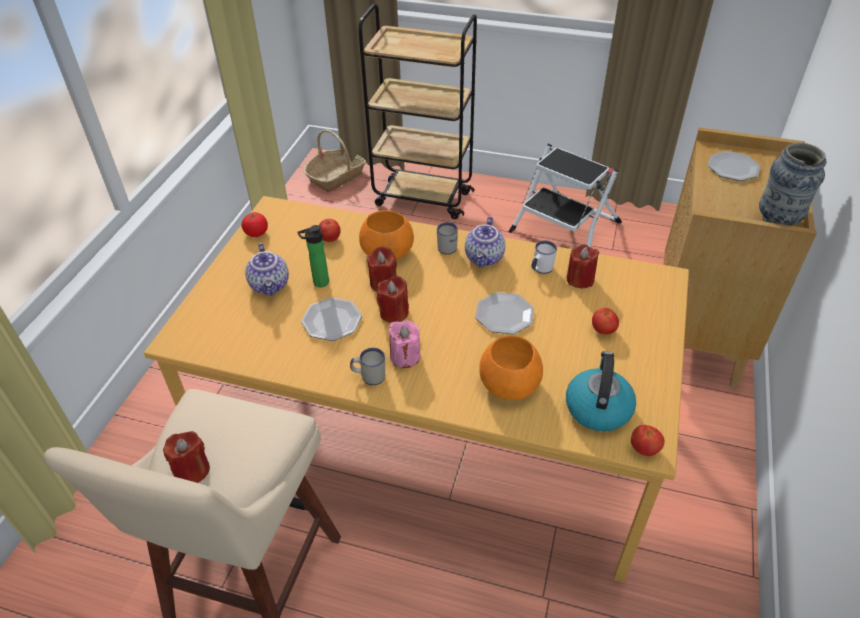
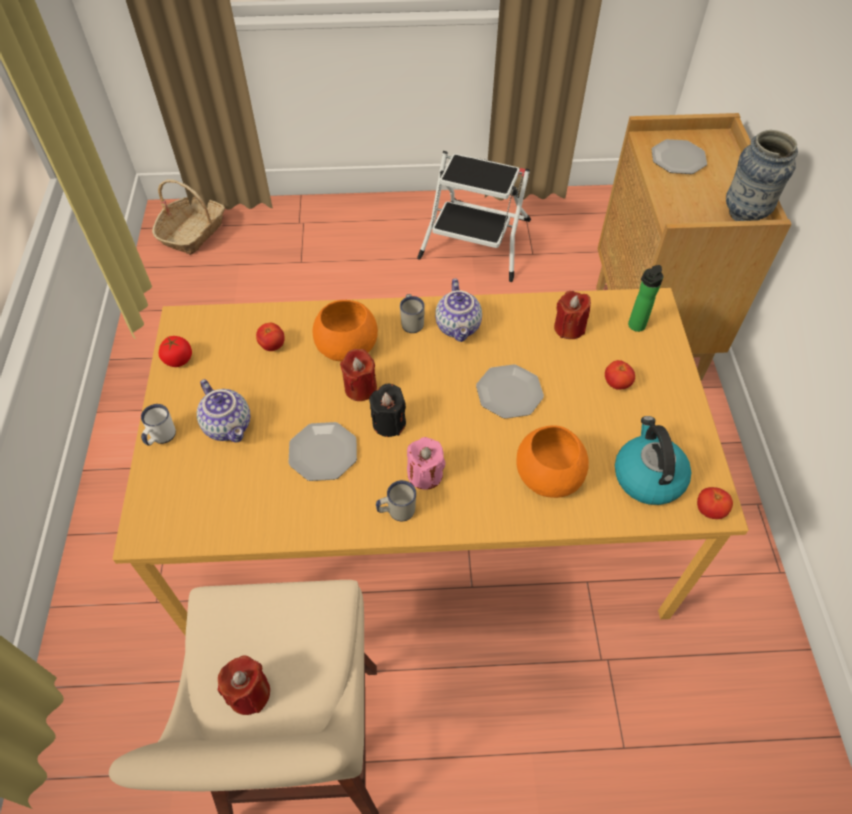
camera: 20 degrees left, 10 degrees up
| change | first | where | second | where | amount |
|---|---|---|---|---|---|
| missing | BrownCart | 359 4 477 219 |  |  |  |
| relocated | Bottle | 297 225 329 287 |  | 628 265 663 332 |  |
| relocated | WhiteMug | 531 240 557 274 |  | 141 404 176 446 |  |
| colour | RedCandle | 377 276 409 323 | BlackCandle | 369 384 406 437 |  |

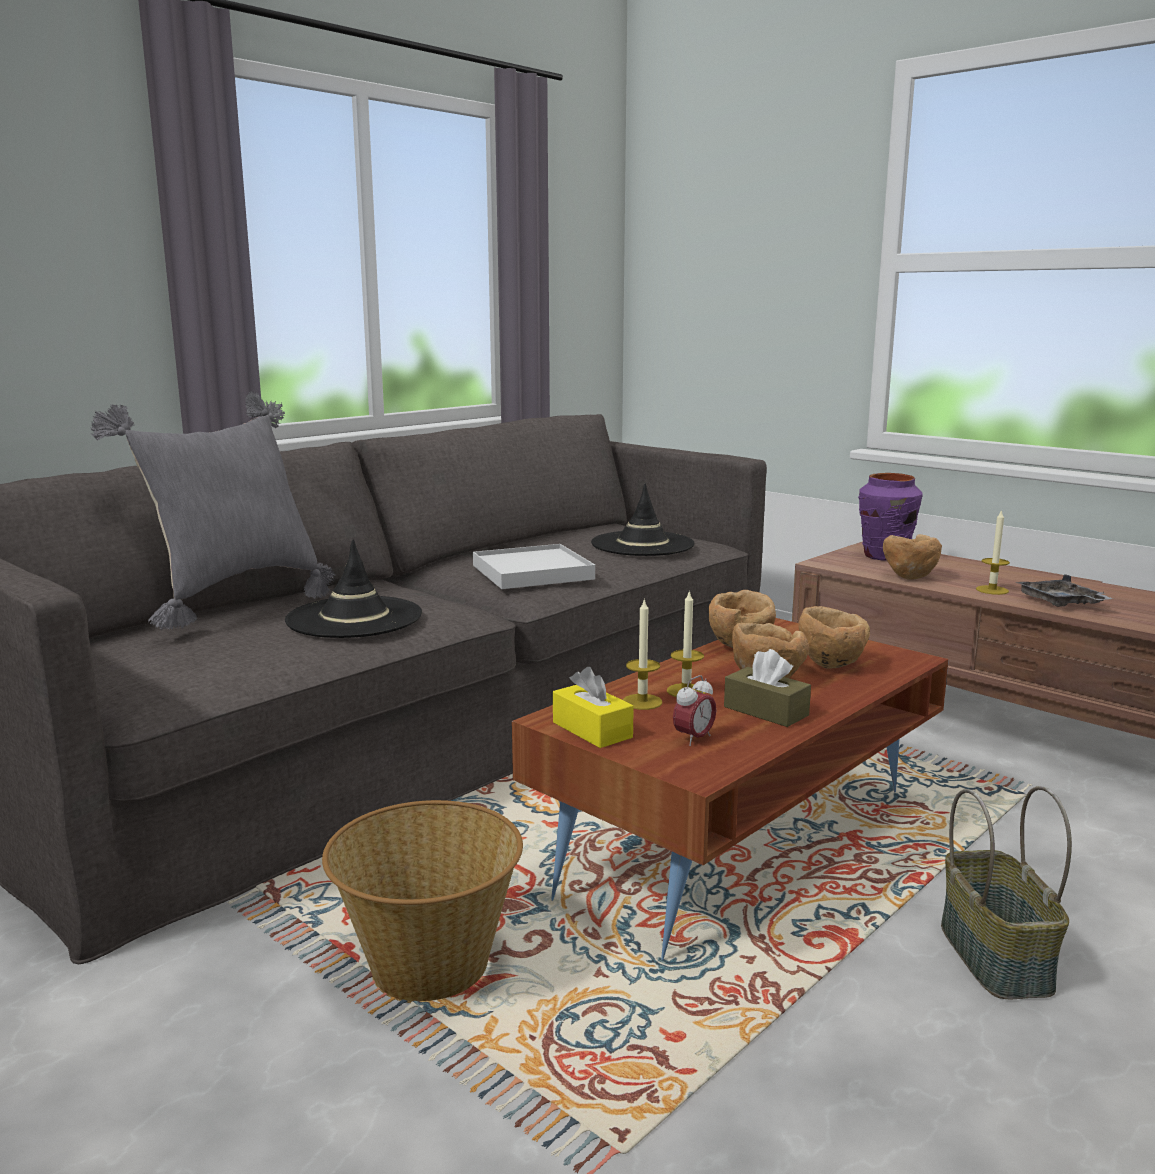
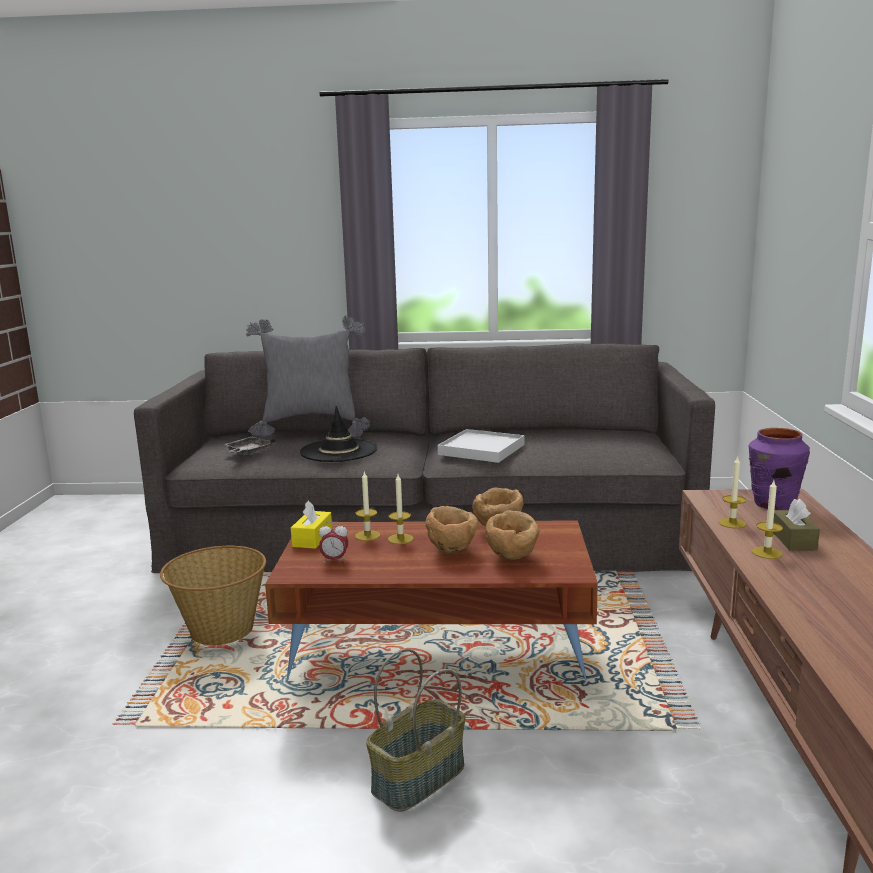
camera: 50 degrees right, 0 degrees up
| change | first | where | second | where | amount |
|---|---|---|---|---|---|
| missing | BlackHat | 591 483 694 556 |  |  |  |
| relocated | BrownTissueBox | 724 649 811 727 |  | 773 499 820 550 |  |
| relocated | GreyTray | 1016 574 1113 607 |  | 222 437 276 455 |  |
| exchanged | BrownBowl | 883 534 942 580 | Candle | 719 455 746 529 |  |

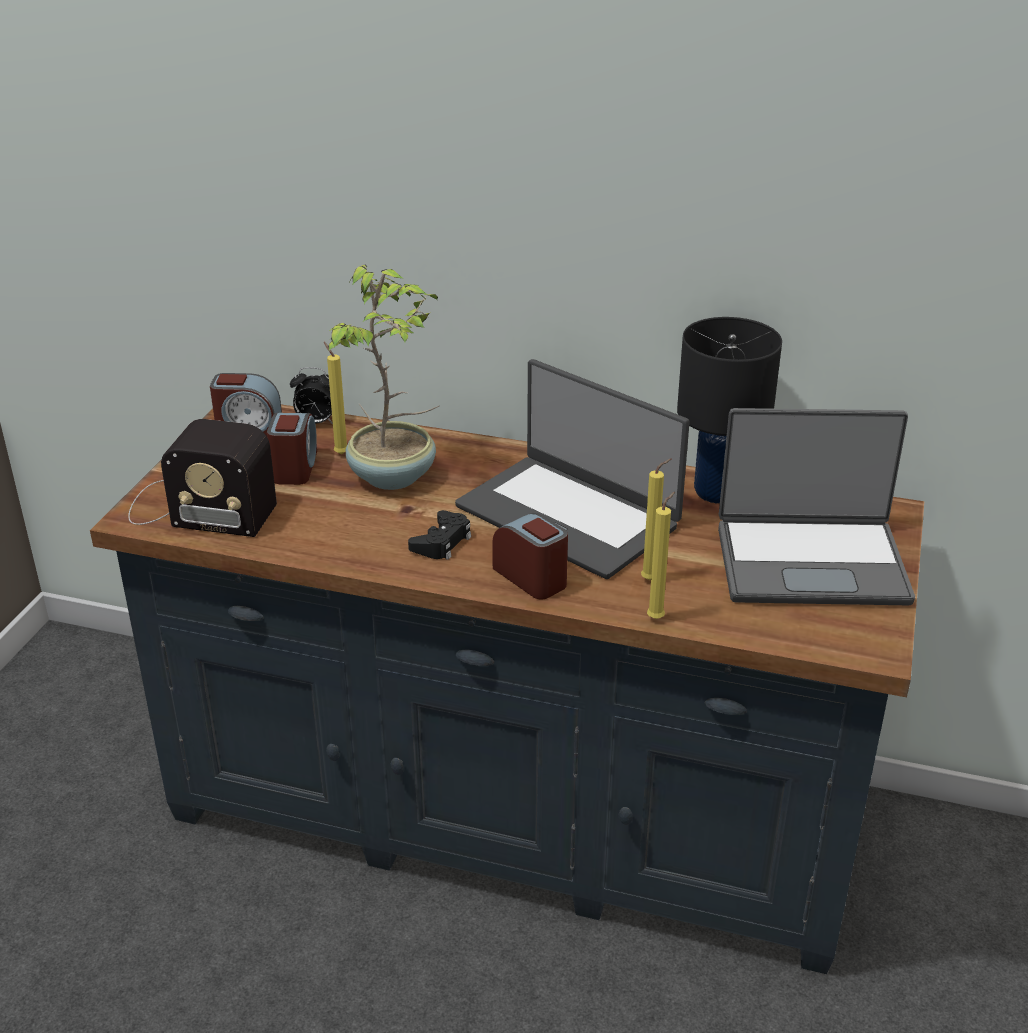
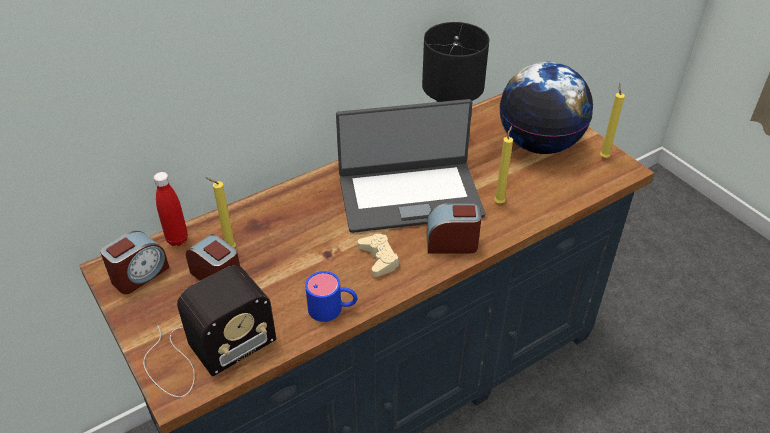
camera: 50 degrees left, 10 degrees up
| change | first | where | second | where | amount |
|---|---|---|---|---|---|
| missing | PottedPlant | 327 264 439 490 |  |  |  |
| appeared |  |  | BlueMug | 305 271 357 322 |  |
| relocated | YellowCandle | 647 492 675 619 |  | 600 82 625 158 |  |
| exchanged | AlarmClock | 290 367 333 424 | RedBottle | 154 172 188 246 |  |
| exchanged | Laptop | 718 408 915 605 | Globe | 499 62 593 154 |  |
| colour | BlackGameController | 408 510 471 560 | BeigeGameController | 358 234 399 277 |  |

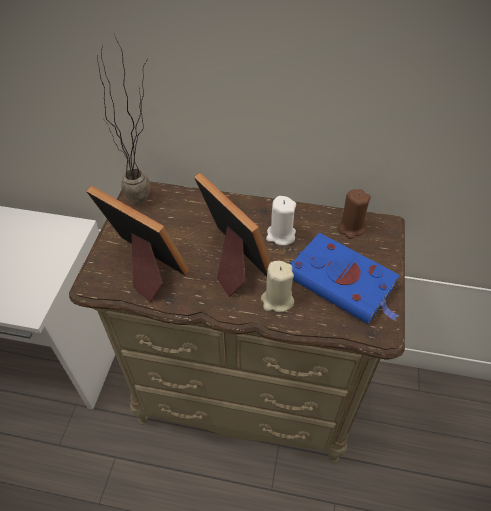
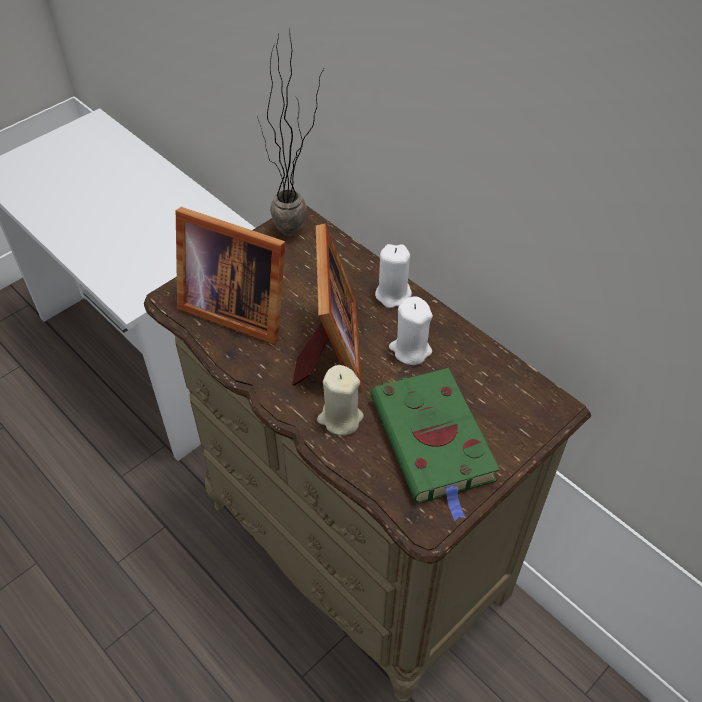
camera: 35 degrees right, 0 degrees up
| change | first | where | second | where | amount |
|---|---|---|---|---|---|
| missing | BrownCandle | 338 189 371 239 |  |  |  |
| appeared |  |  | WhiteCandle | 375 244 412 308 |  |
| colour | BlueBook | 290 233 400 324 | GreenBook | 371 368 500 521 |  |
| spun | PictureFrame | 86 185 189 302 |  | 176 207 286 345 | 135 degrees clockwise |

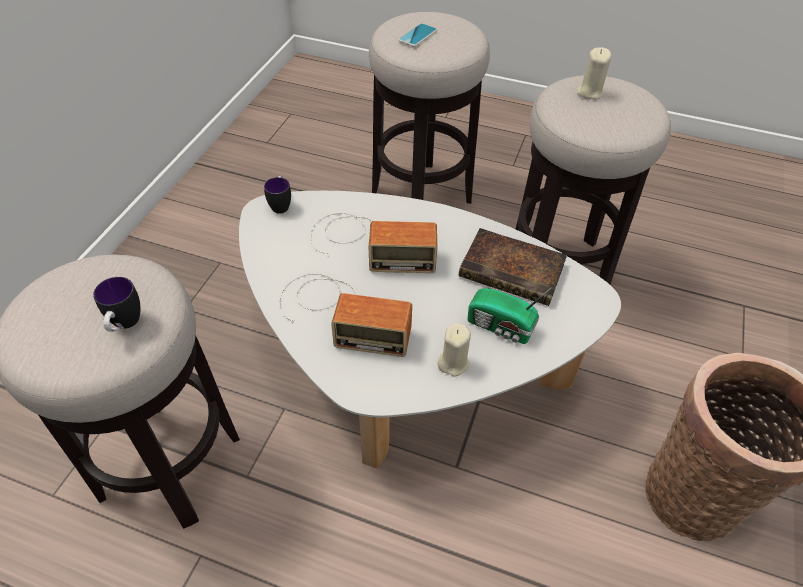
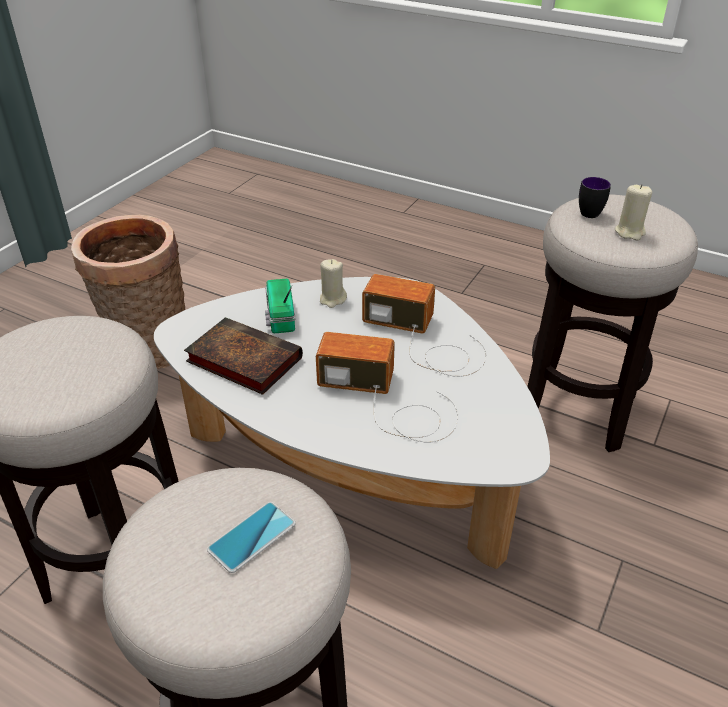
camera: 170 degrees left, 10 degrees down
| change | first | where | second | where | amount |
|---|---|---|---|---|---|
| missing | Mug | 264 176 291 214 |  |  |  |
| relocated | BeigeCandle | 577 48 612 100 |  | 615 184 652 240 |  |
| spun | Radio | 468 287 552 344 |  | 265 279 295 334 | 135 degrees counterclockwise |

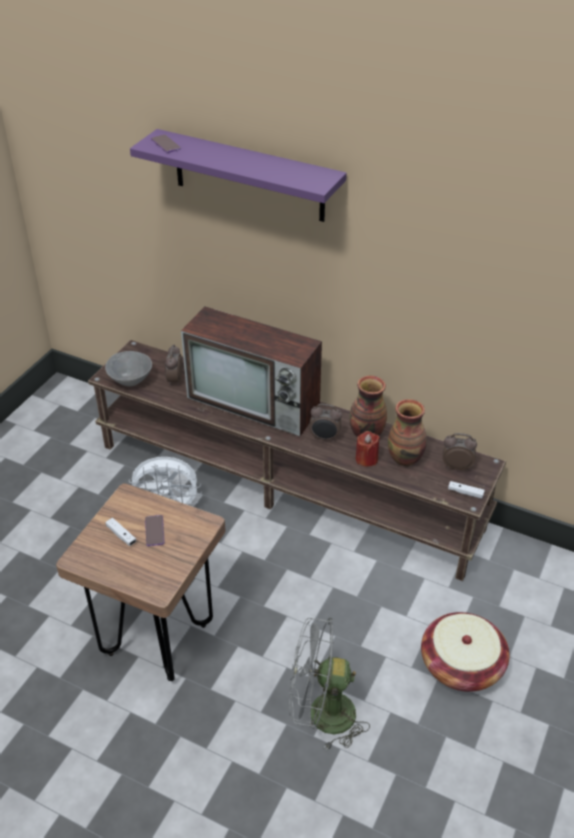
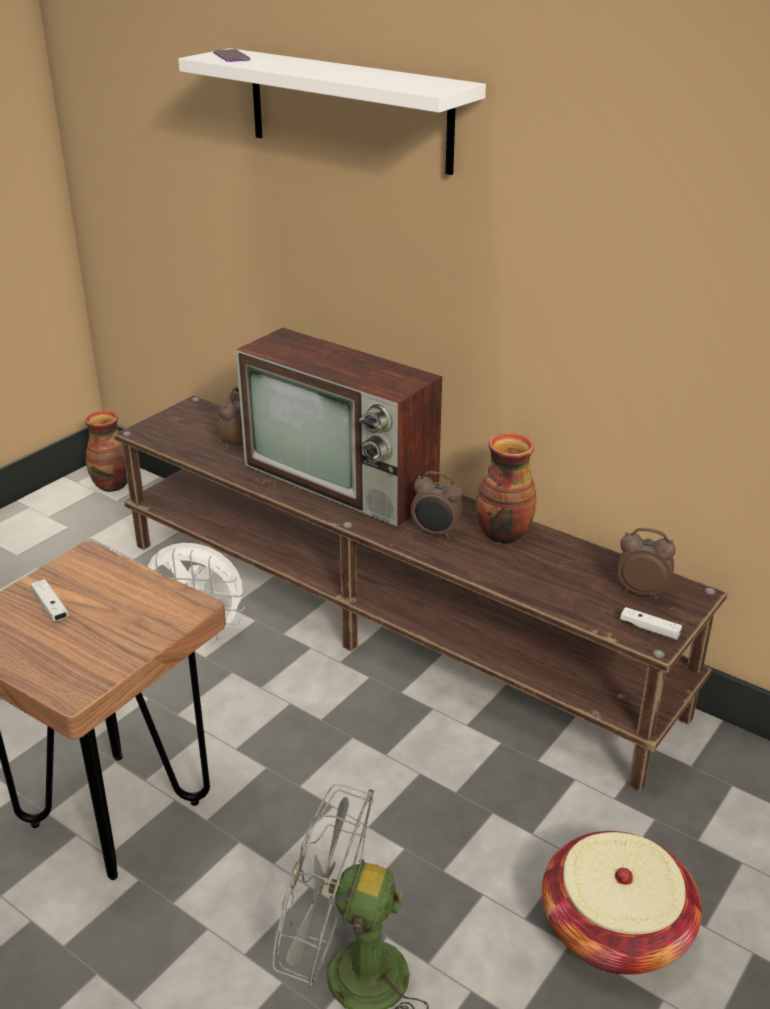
camera: 10 degrees right, 10 degrees down
| change | first | where | second | where | amount |
|---|---|---|---|---|---|
| missing | GreyBowl | 105 351 152 386 |  |  |  |
| missing | Phone | 145 515 165 546 |  |  |  |
| missing | RedCandle | 356 431 380 467 |  |  |  |
| relocated | Vase | 388 399 427 467 |  | 85 411 128 492 |  |
| colour | PurpleShelf | 130 129 347 222 | WhiteShelf | 178 48 486 175 |  |

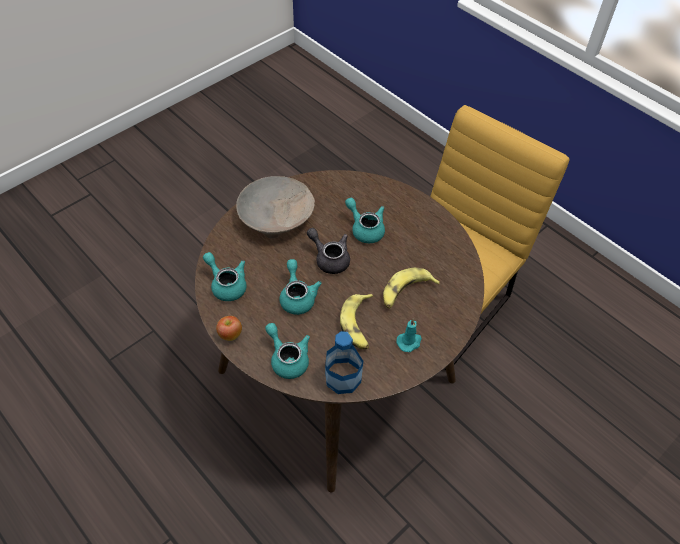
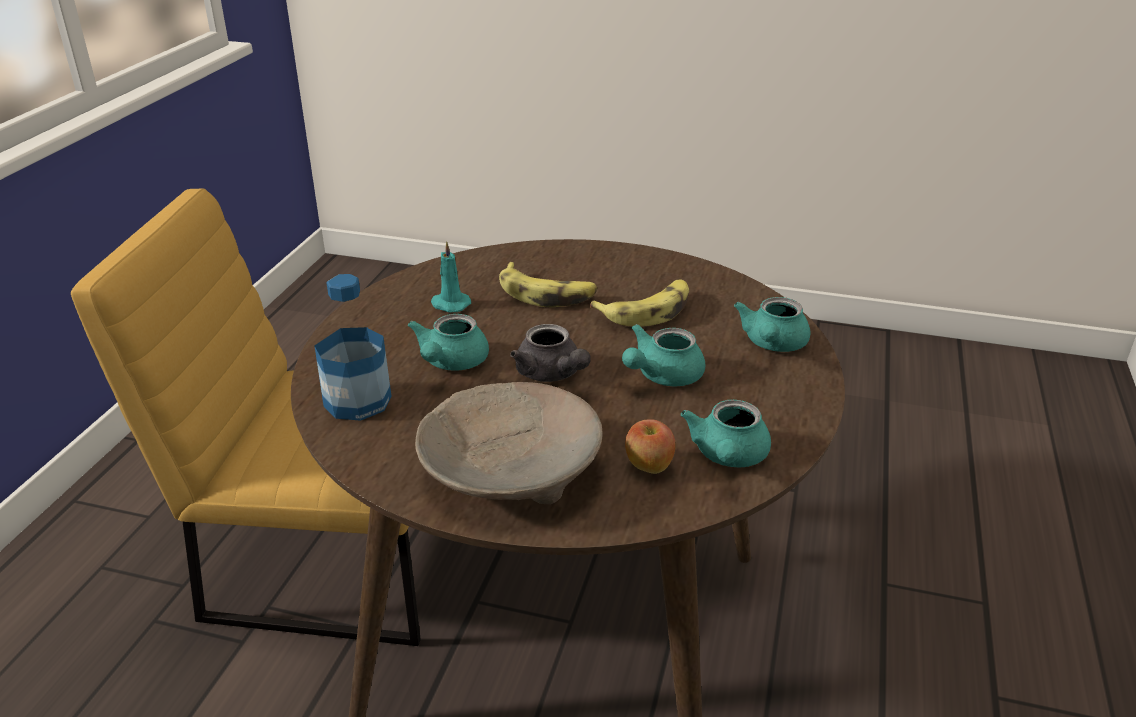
camera: 120 degrees left, 20 degrees down
| change | first | where | second | where | amount |
|---|---|---|---|---|---|
| relocated | Apple | 216 316 242 341 |  | 625 419 676 474 |  |
| relocated | Bottle | 325 331 363 394 |  | 315 274 391 421 |  |
| relocated | TurquoiseCandle | 396 319 422 352 |  | 431 241 471 312 |  |
| spun | GreyTeapot | 307 228 350 274 |  | 510 324 591 382 | 45 degrees counterclockwise |

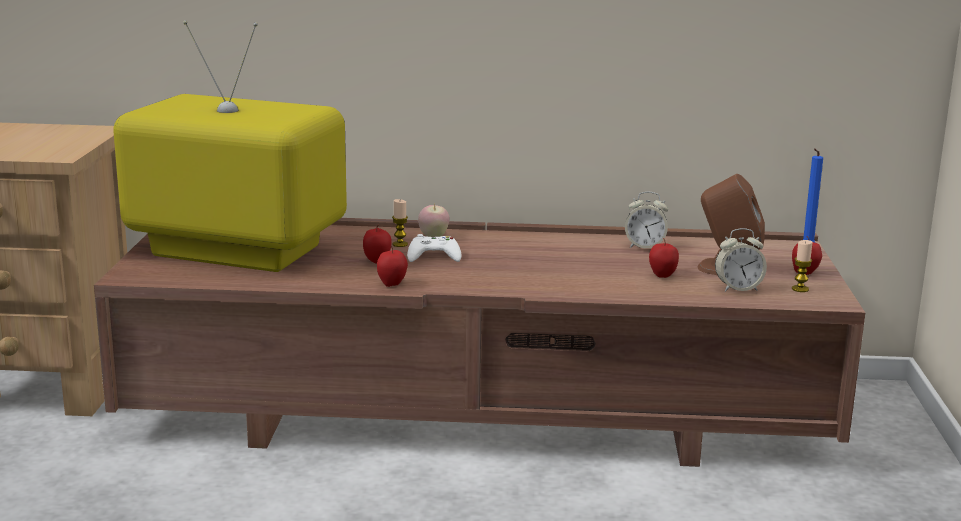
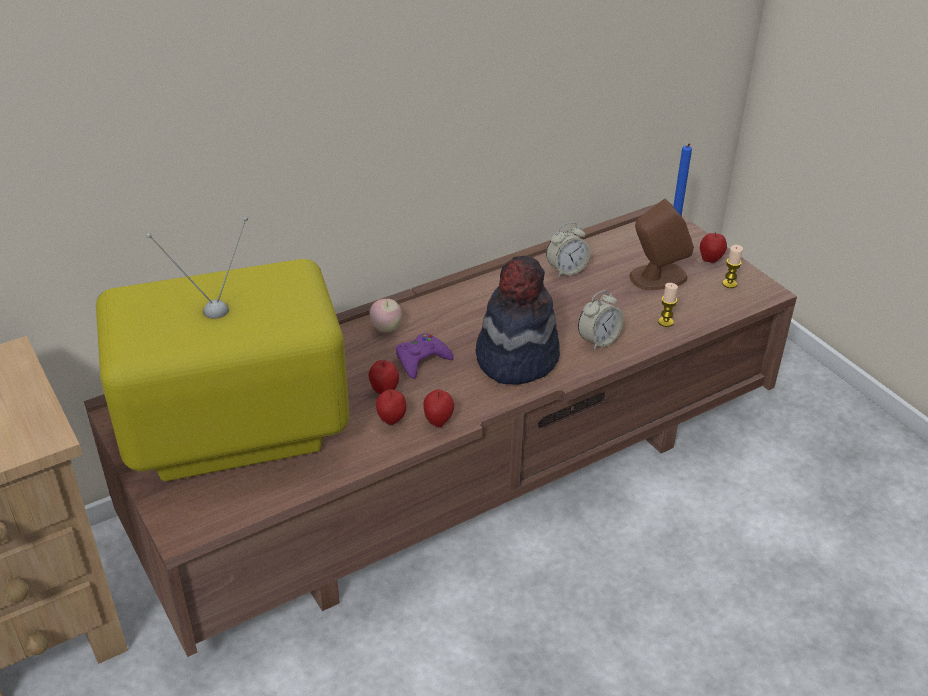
camera: 35 degrees left, 20 degrees up
| change | first | where | second | where | amount |
|---|---|---|---|---|---|
| appeared |  |  | Hat | 476 256 560 385 |  |
| relocated | Candle | 392 199 408 247 |  | 658 283 678 327 |  |
| relocated | Apple | 649 238 679 278 |  | 376 389 406 425 |  |
| relocated | AlarmClock | 715 228 767 291 |  | 578 290 624 350 |  |
| colour | WhiteGameController | 407 234 462 262 | PurpleGameController | 396 333 454 379 |  |

